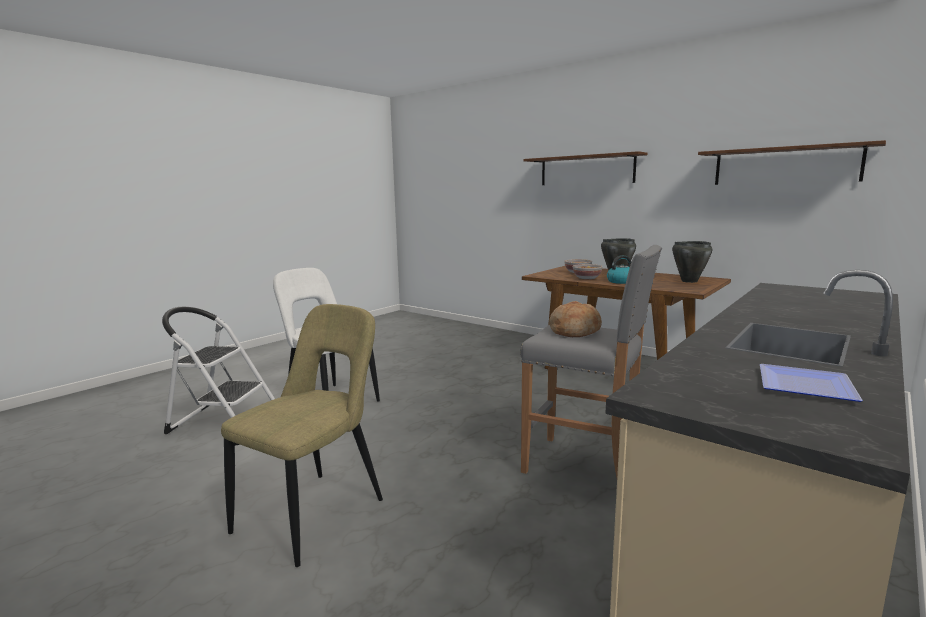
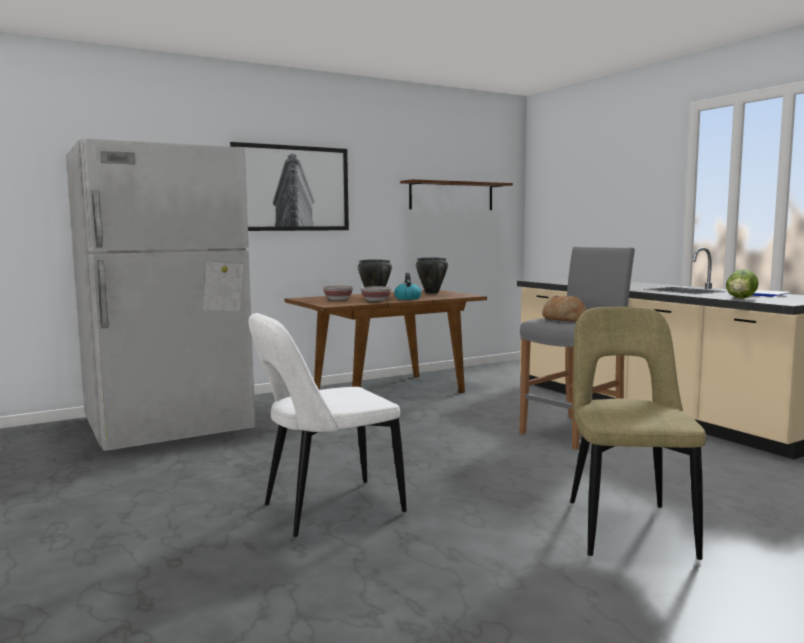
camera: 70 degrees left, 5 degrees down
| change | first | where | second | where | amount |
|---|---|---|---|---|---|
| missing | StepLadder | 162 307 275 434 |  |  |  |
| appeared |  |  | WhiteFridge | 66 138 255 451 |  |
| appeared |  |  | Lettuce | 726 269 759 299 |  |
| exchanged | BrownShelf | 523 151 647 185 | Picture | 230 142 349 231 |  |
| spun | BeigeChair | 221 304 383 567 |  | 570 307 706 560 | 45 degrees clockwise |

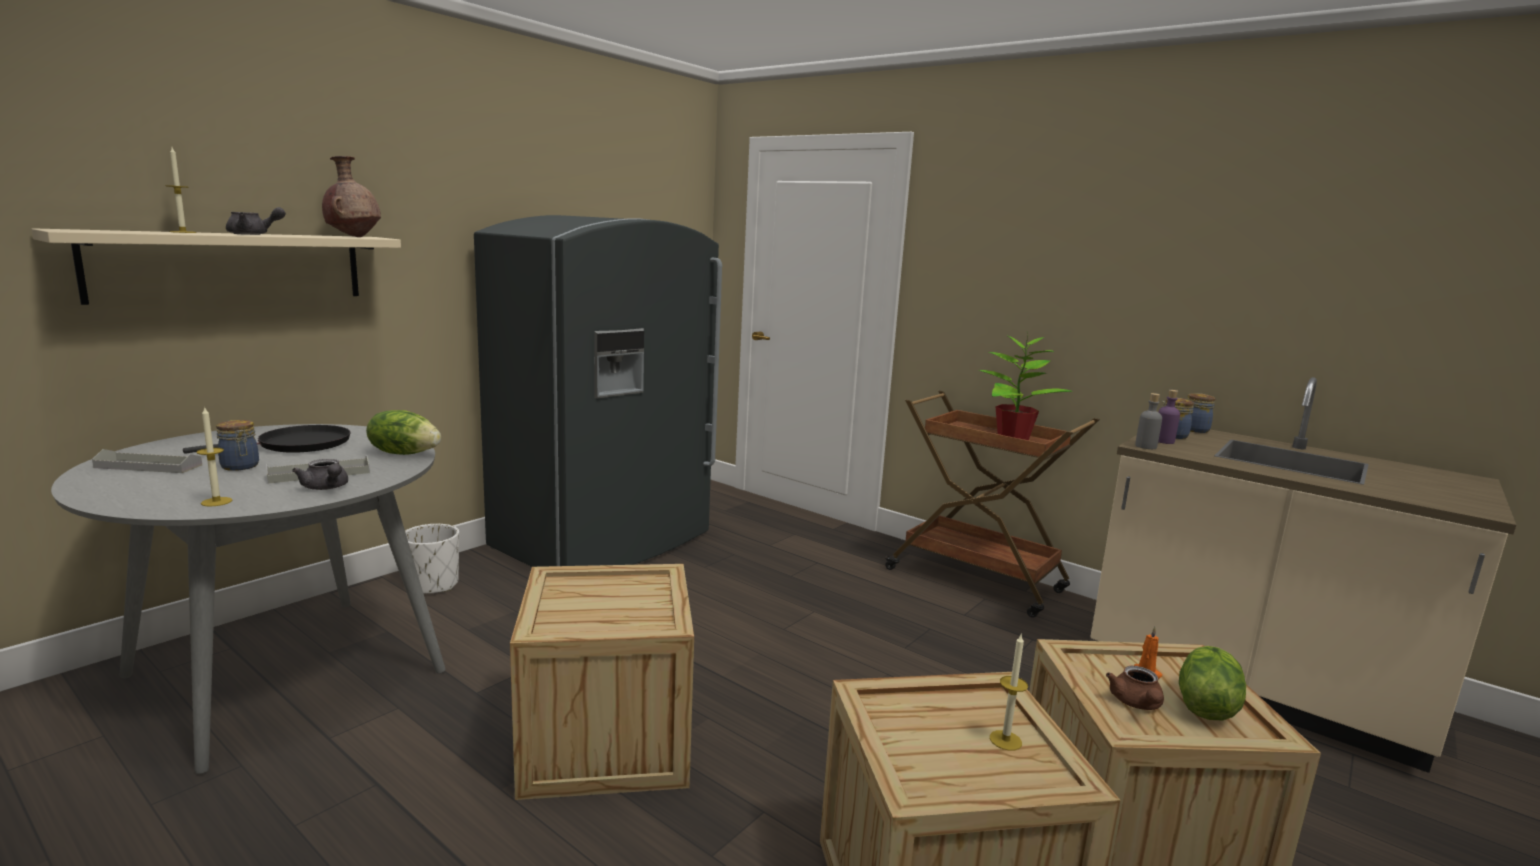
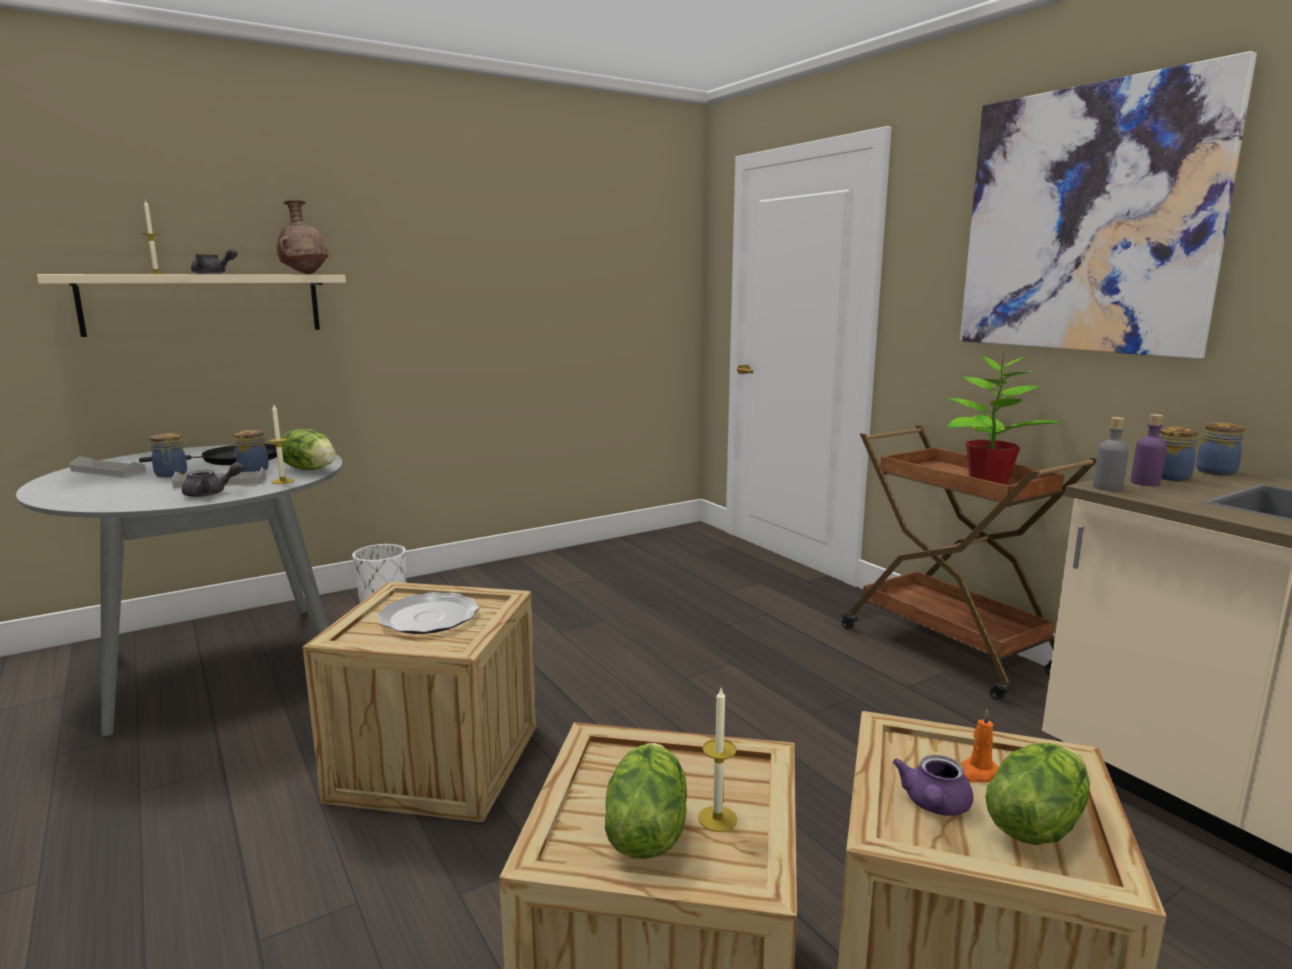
camera: 20 degrees right, 0 degrees up
| change | first | where | second | where | amount |
|---|---|---|---|---|---|
| missing | GreyFridge | 474 215 722 567 |  |  |  |
| appeared |  |  | Jar | 233 430 269 472 |  |
| appeared |  |  | Plate | 377 592 479 634 |  |
| appeared |  |  | Lettuce | 605 743 687 859 |  |
| appeared |  |  | Picture | 960 51 1257 359 |  |
| relocated | Candle | 196 406 232 507 |  | 268 405 294 484 |  |
| colour | BrownTeapot | 1106 666 1164 710 | PurpleTeapot | 893 755 973 816 |  |
| spun | GreyTeapot | 292 459 348 490 |  | 182 462 244 497 | 90 degrees counterclockwise |

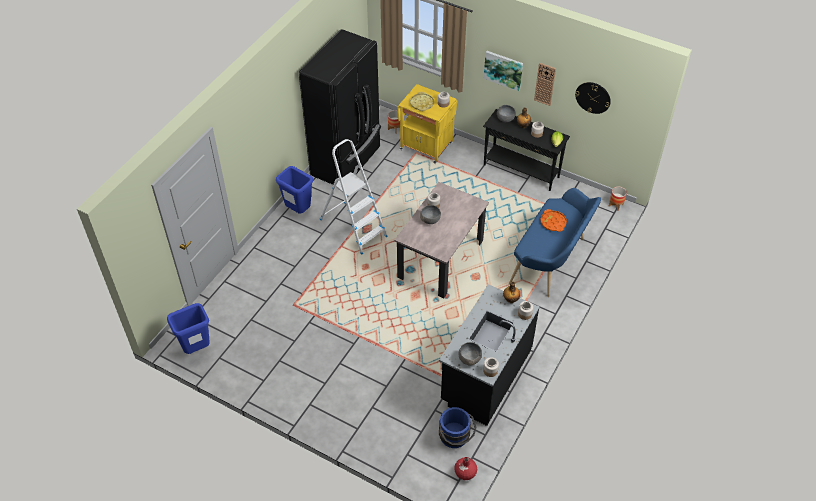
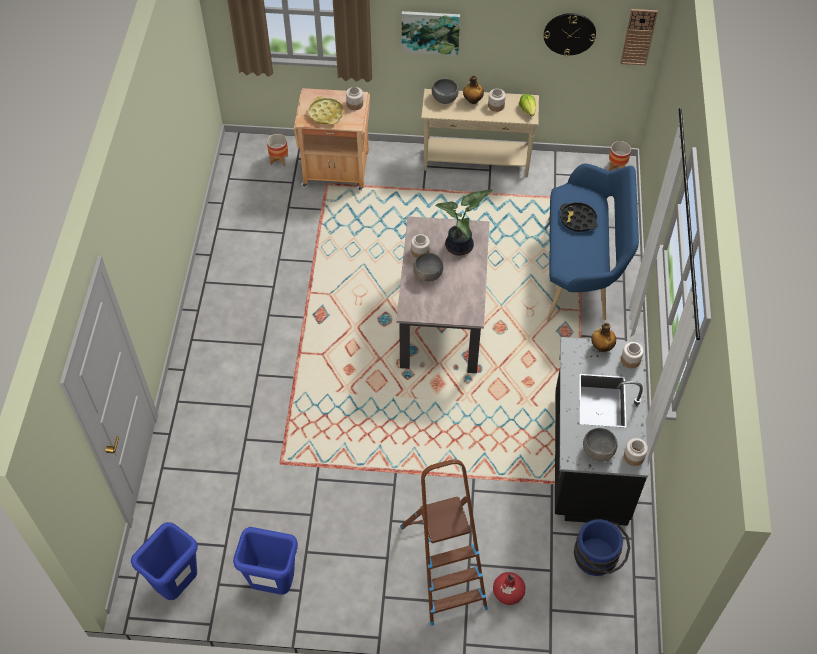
camera: 25 degrees left, 5 degrees up
| change | first | where | second | where | amount |
|---|---|---|---|---|---|
| missing | BlackFridge | 299 29 381 185 |  |  |  |
| missing | WhiteStepLadder | 320 139 388 255 |  |  |  |
| appeared |  |  | BrownStepLadder | 400 459 488 625 |  |
| appeared |  |  | PottedPlant | 435 189 493 256 |  |
| relocated | BlueTrashCan | 276 166 313 214 |  | 233 527 298 595 |  |
| relocated | RedVase | 454 457 477 480 |  | 493 572 525 605 |  |
| relocated | WallClock | 534 63 556 106 |  | 621 9 658 65 |  |
| colour | YellowCart | 397 84 458 164 | BrownCart | 294 88 370 191 |  |
| colour | BlackConsoleTable | 483 109 570 191 | BeigeConsoleTable | 421 89 539 177 |  |
| colour | OrangeTray | 541 209 567 232 | BlackTray | 560 202 598 232 |  |

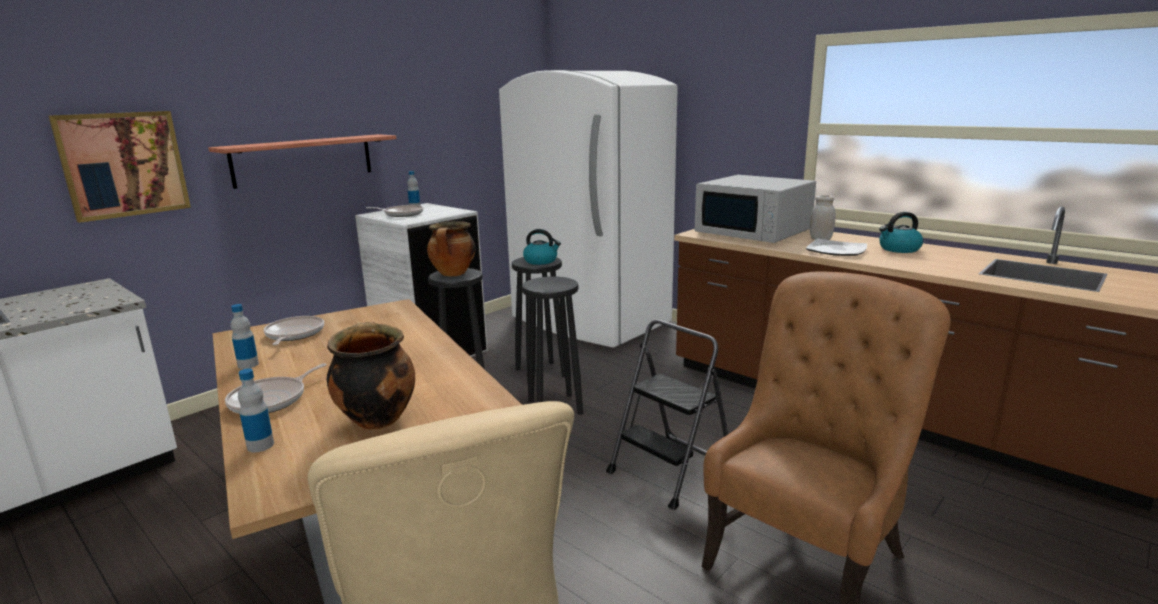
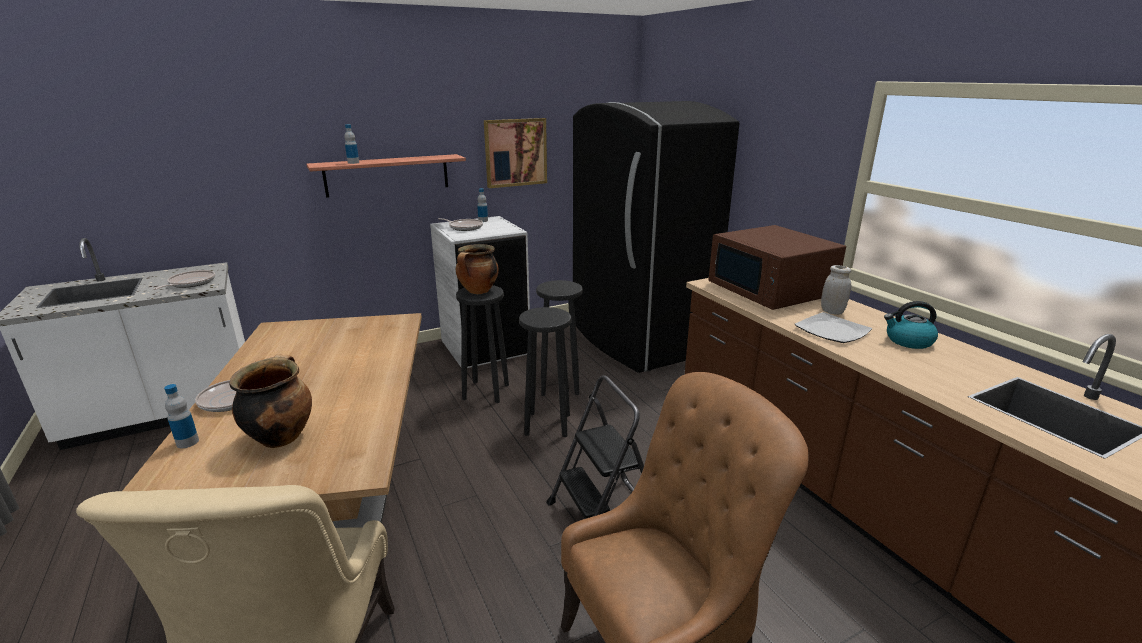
camera: 20 degrees right, 5 degrees up
| change | first | where | second | where | amount |
|---|---|---|---|---|---|
| missing | Kettle | 523 229 561 265 |  |  |  |
| relocated | Picture | 49 111 191 223 |  | 484 118 547 188 |  |
| relocated | Bottle | 231 304 259 369 |  | 344 124 359 164 |  |
| relocated | FryingPan | 264 316 324 345 |  | 153 270 215 290 |  |
| colour | WhiteFridge | 499 70 678 347 | BlackFridge | 573 101 740 373 |  |
| colour | WhiteMicrowave | 695 175 816 243 | BrownMicrowave | 709 225 846 310 |  |

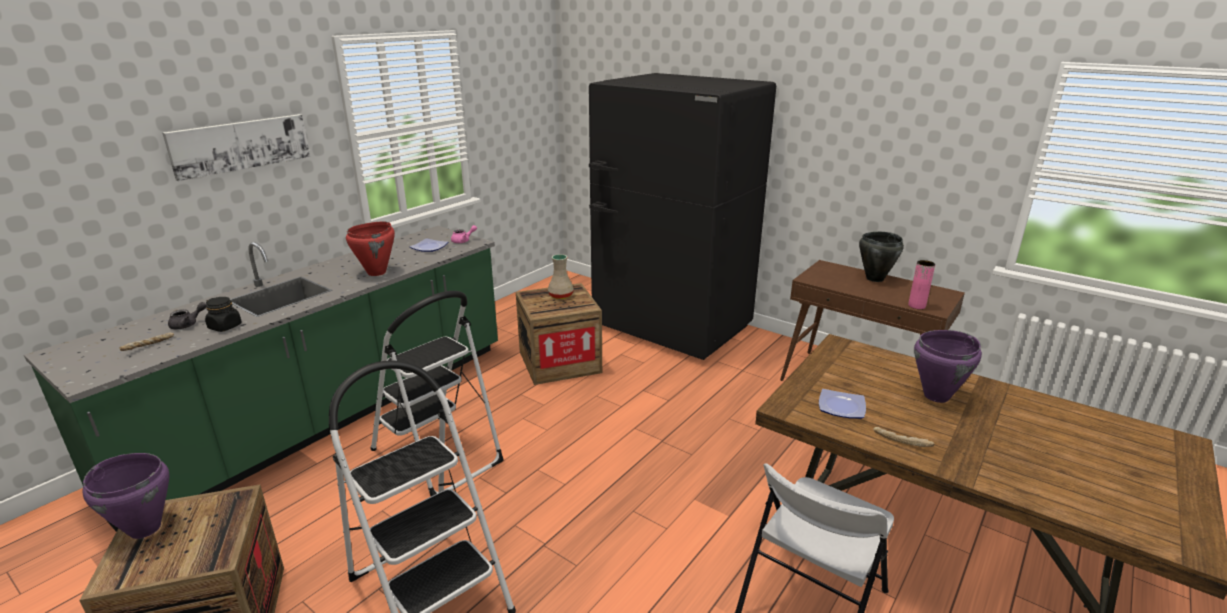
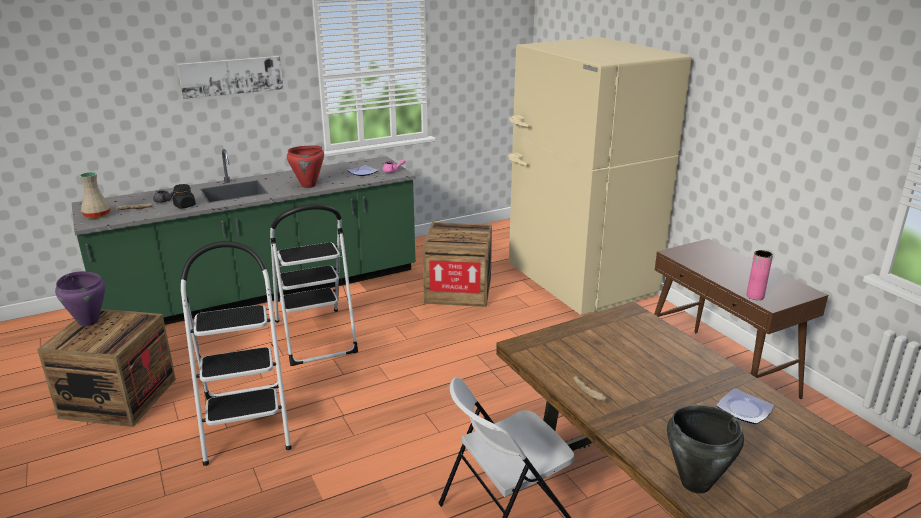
camera: 25 degrees right, 0 degrees up
| change | first | where | second | where | amount |
|---|---|---|---|---|---|
| missing | PurpleCookingPot | 914 330 982 403 |  |  |  |
| relocated | BeigeVase | 548 254 574 299 |  | 79 172 111 219 |  |
| relocated | Plate | 819 389 866 419 |  | 716 388 774 424 |  |
| relocated | BlackCookingPot | 859 232 904 282 |  | 667 405 744 494 |  |
| colour | BlackFridge | 589 73 776 360 | BeigeFridge | 508 37 692 315 |  |

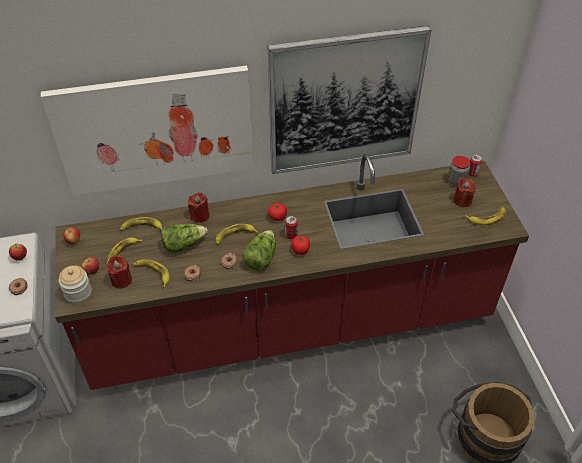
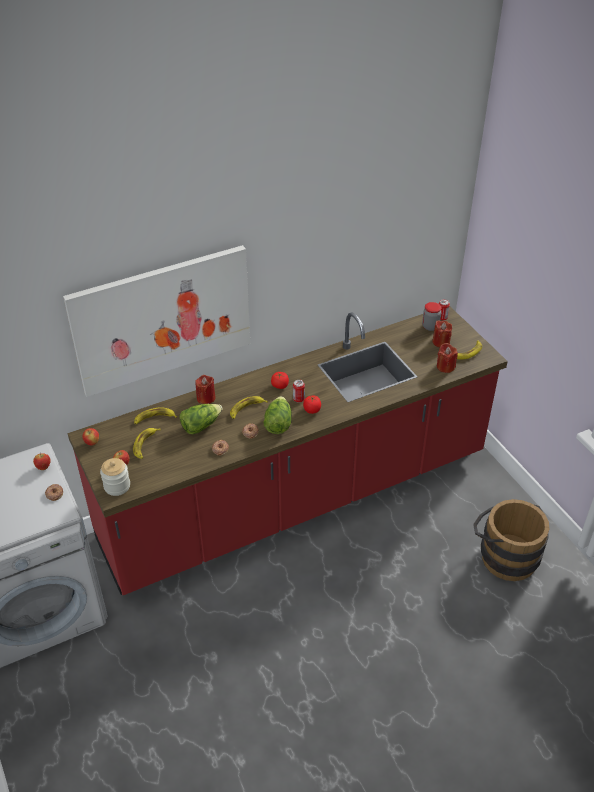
camera: 15 degrees left, 5 degrees down
| change | first | where | second | where | amount |
|---|---|---|---|---|---|
| missing | Banana | 134 259 170 288 |  |  |  |
| missing | Picture | 268 25 431 174 |  |  |  |
| relocated | RedCandle | 106 255 132 289 |  | 437 343 458 373 |  |

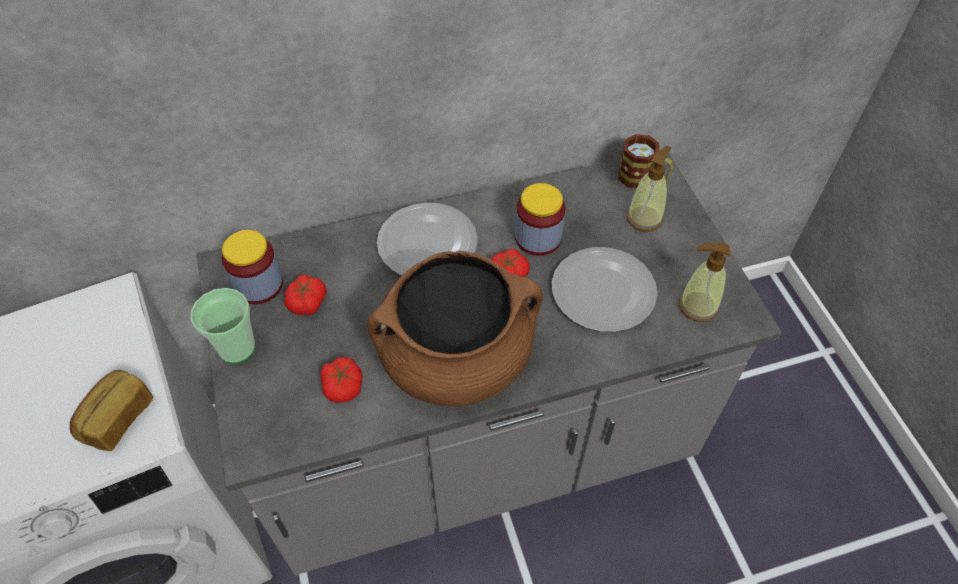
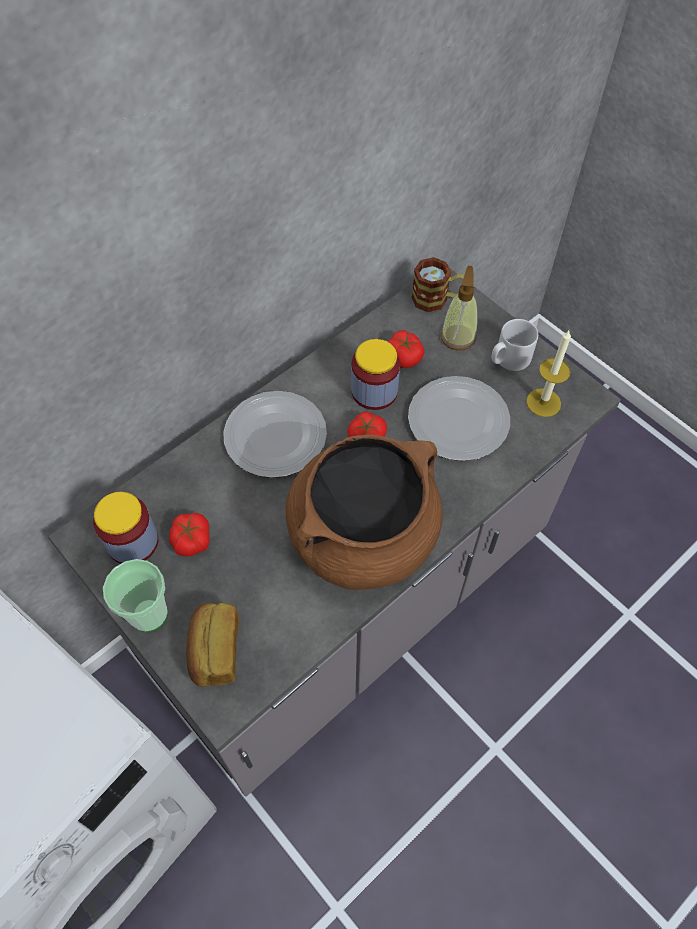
camera: 25 degrees left, 5 degrees up
| change | first | where | second | where | amount |
|---|---|---|---|---|---|
| appeared |  |  | GreyMug | 491 319 538 371 |  |
| relocated | Bread | 70 370 153 451 |  | 186 603 239 687 |  |
| relocated | Tomato | 320 357 362 403 |  | 387 330 424 368 |  |
| exchanged | SoapDispenser | 679 243 730 322 | Candle | 526 330 571 417 |  |

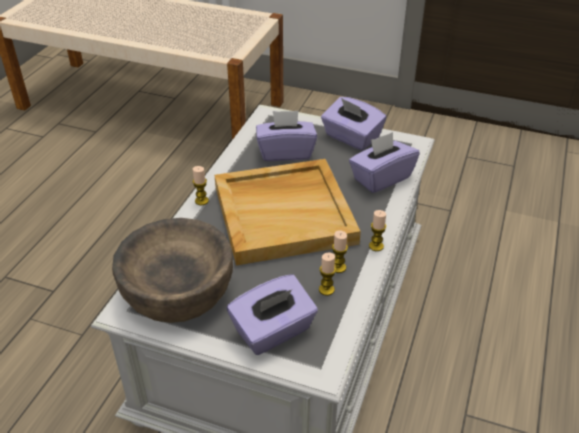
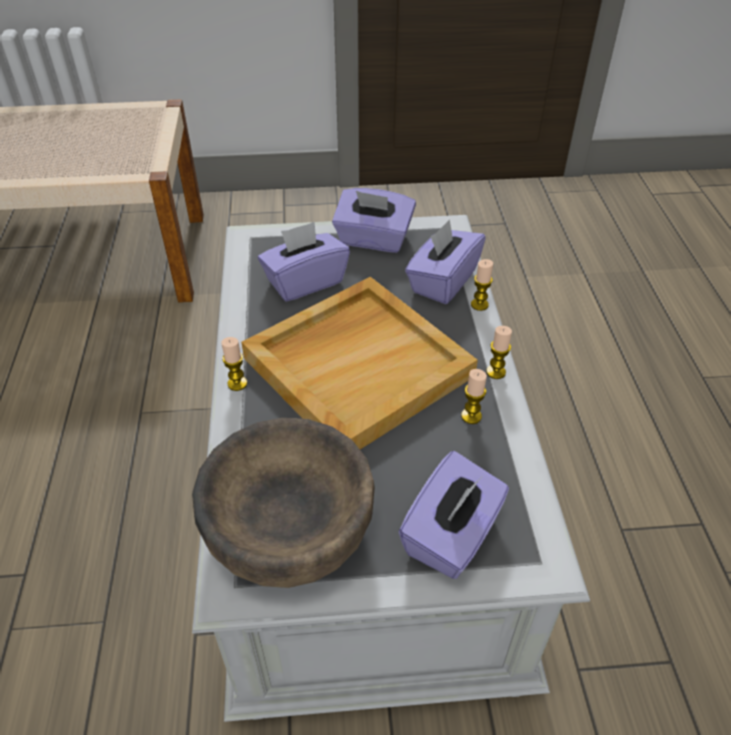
camera: 25 degrees left, 5 degrees up
| change | first | where | second | where | amount |
|---|---|---|---|---|---|
| relocated | Candle | 319 252 336 296 |  | 471 259 493 311 |  |

